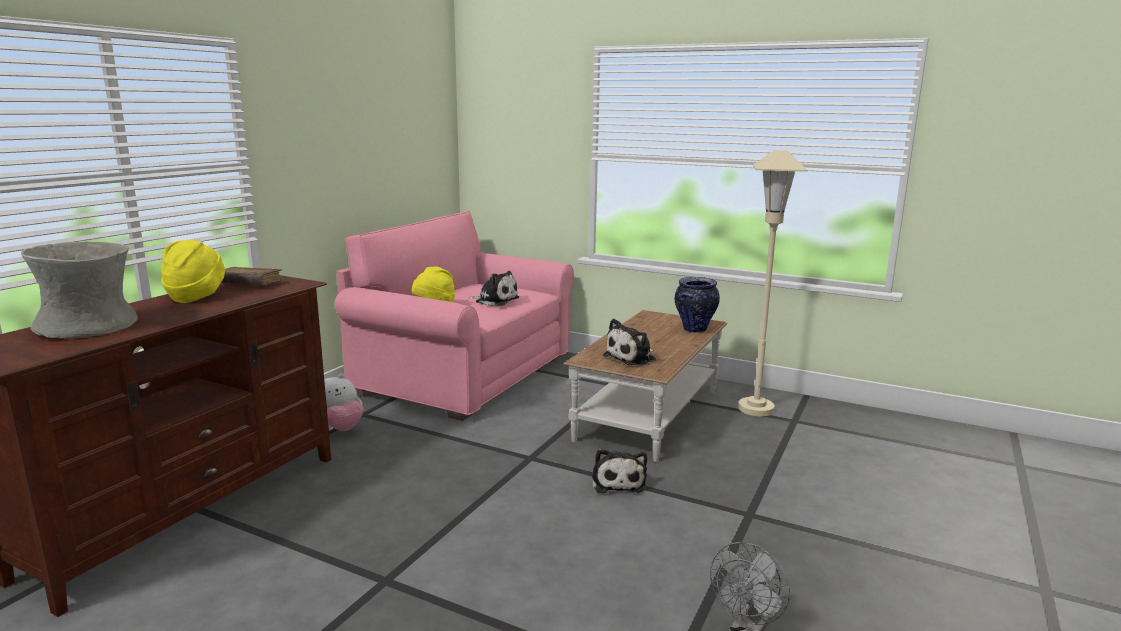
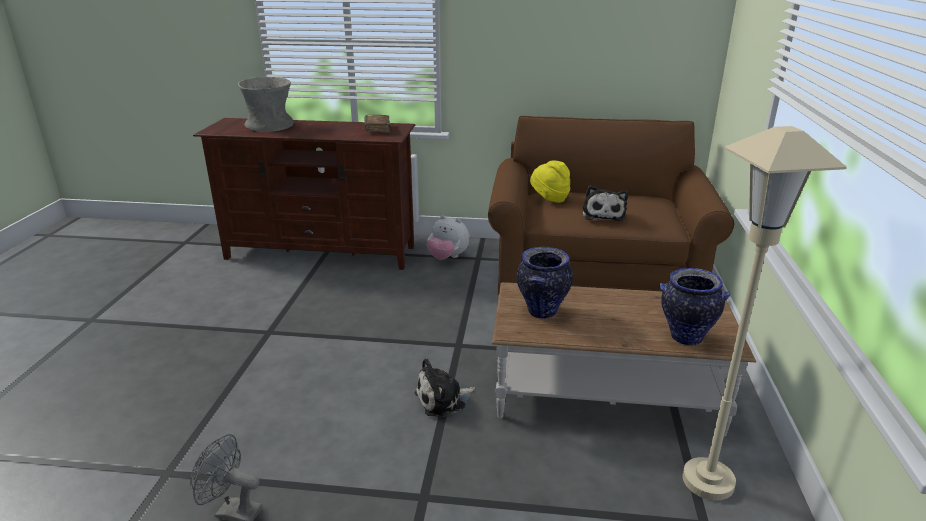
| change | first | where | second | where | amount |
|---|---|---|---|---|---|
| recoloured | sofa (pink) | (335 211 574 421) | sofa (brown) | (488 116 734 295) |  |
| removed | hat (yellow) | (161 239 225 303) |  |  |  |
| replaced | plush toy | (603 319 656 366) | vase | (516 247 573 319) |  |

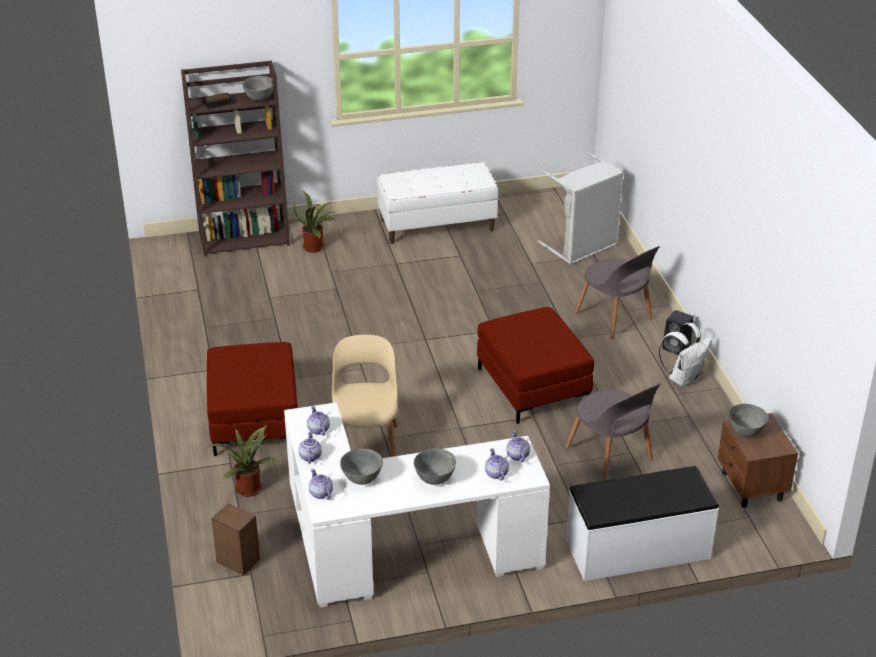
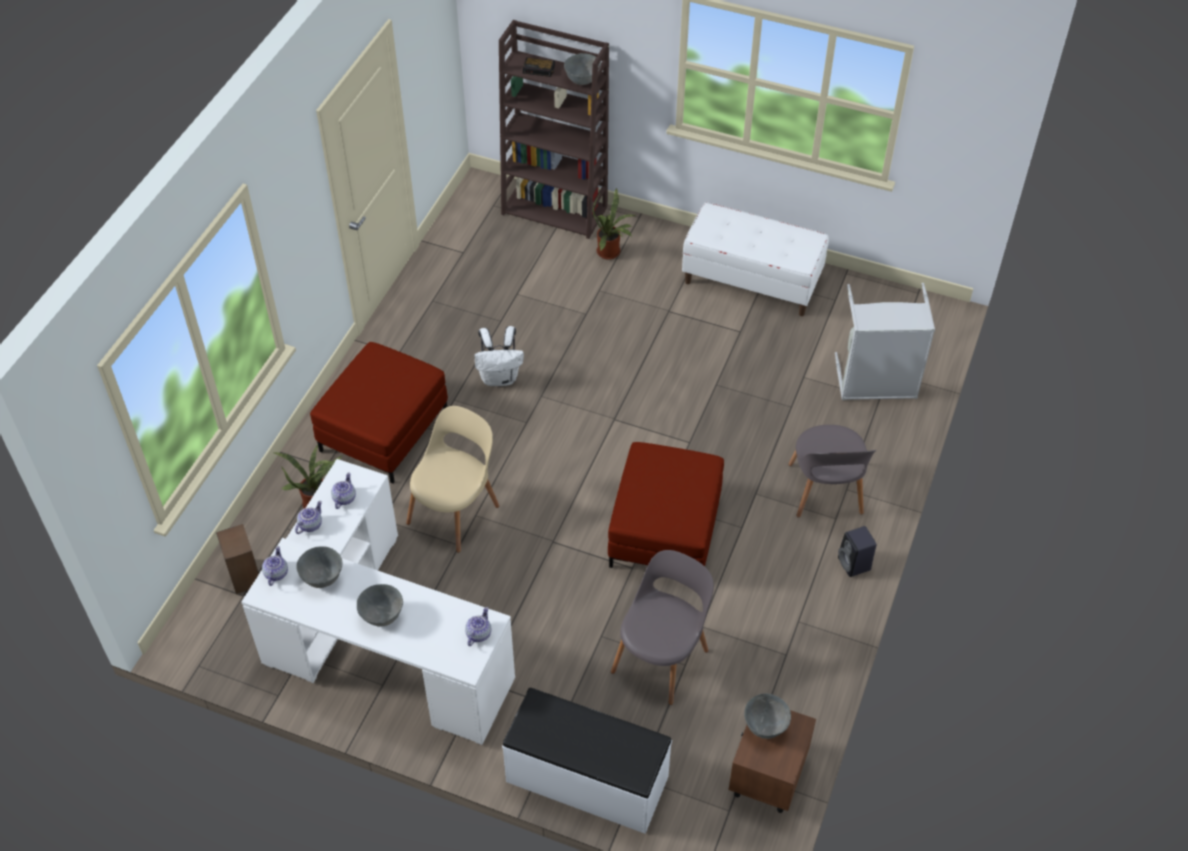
| change | first | where | second | where | amount |
|---|---|---|---|---|---|
| moved | backpack (white) | (659 323 712 387) |  | (474 326 524 386) |  |
| turned | chair (grey) | (565 383 661 481) |  | (611 550 714 705) | 150 degrees counterclockwise |
| removed | teapot | (485 448 509 481) |  |  |  |

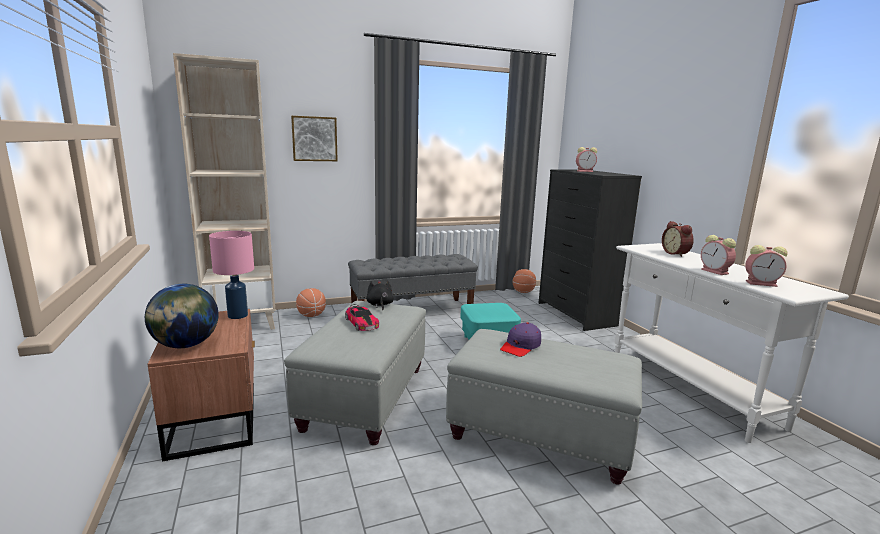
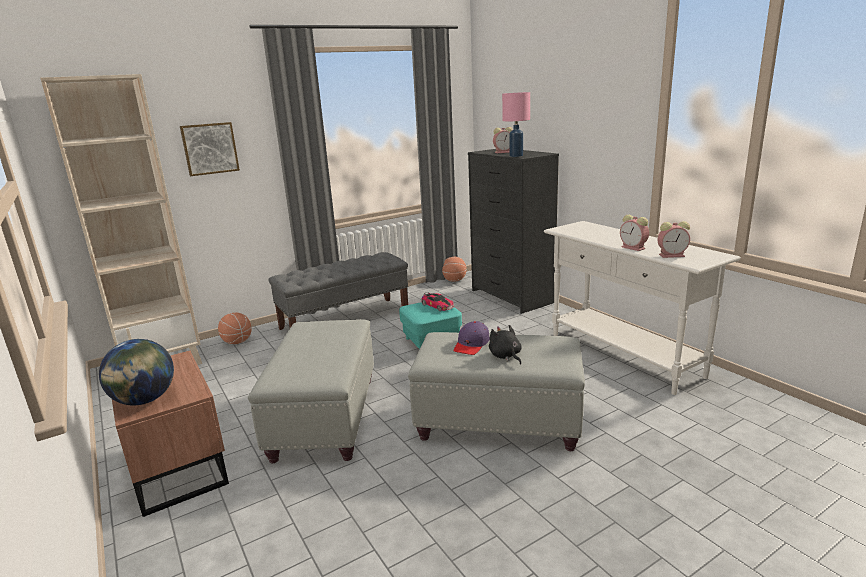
| change | first | where | second | where | amount |
|---|---|---|---|---|---|
| removed | alarm clock | (662 221 694 257) |  |  |  |
| moved | table lamp (pink) | (209 231 254 319) |  | (502 92 530 157) |  |
| moved | plush toy (black) | (366 280 394 310) |  | (489 325 522 365) |  |
| moved | toy car | (345 304 379 331) |  | (421 292 454 311) |  |

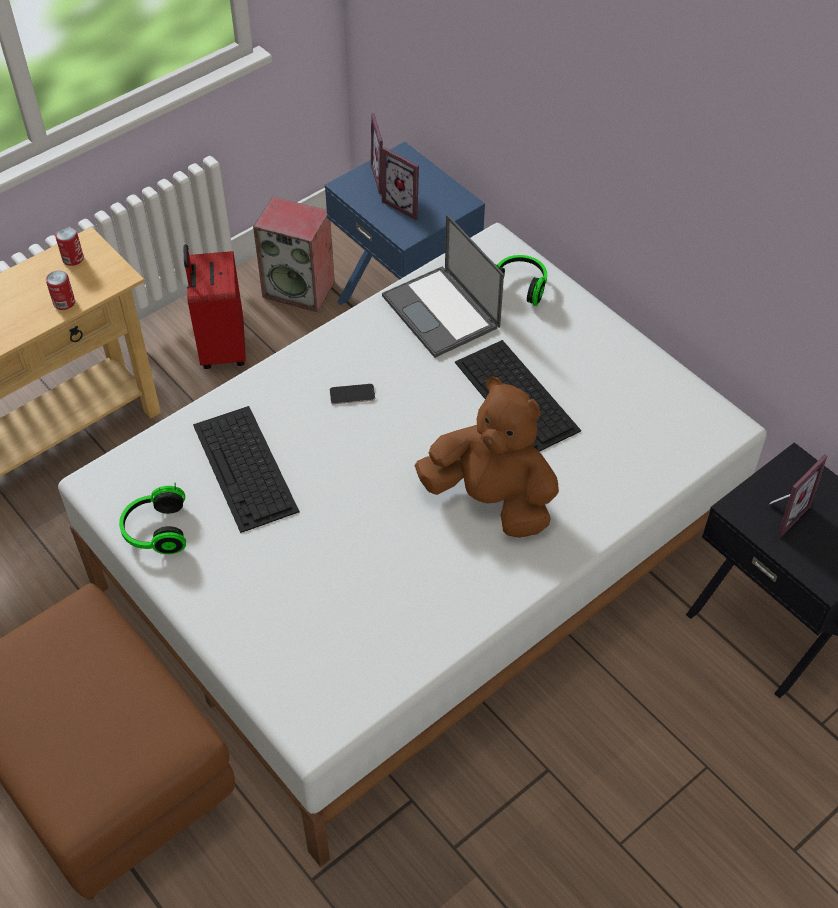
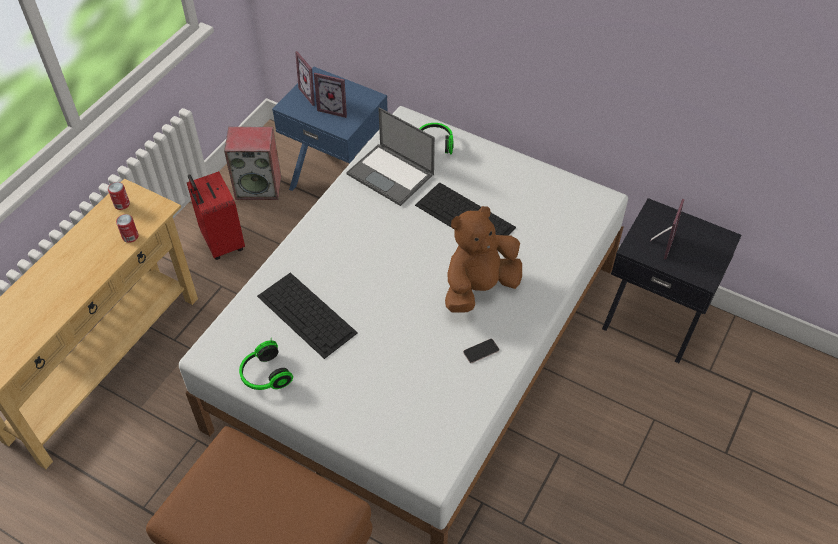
| change | first | where | second | where | amount |
|---|---|---|---|---|---|
| turned | plush toy (brown) | (414 377 559 538) |  | (445 206 522 313) | 45 degrees counterclockwise |
| moved | phone | (330 384 375 405) |  | (463 339 499 363) |  |

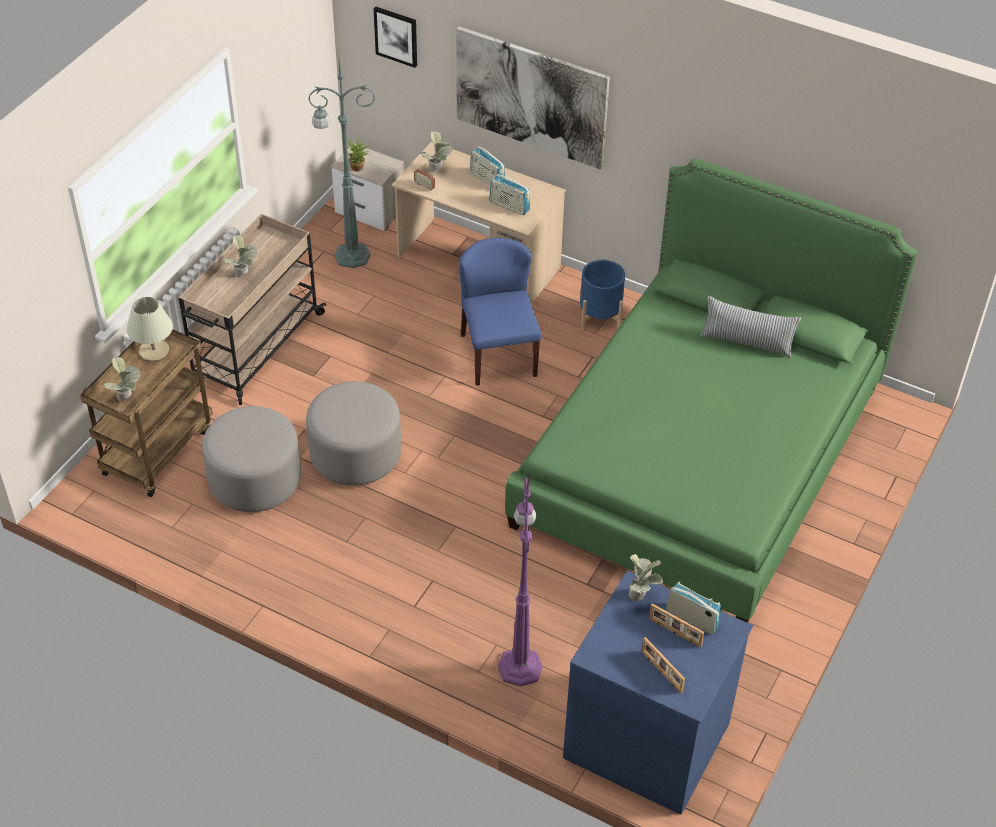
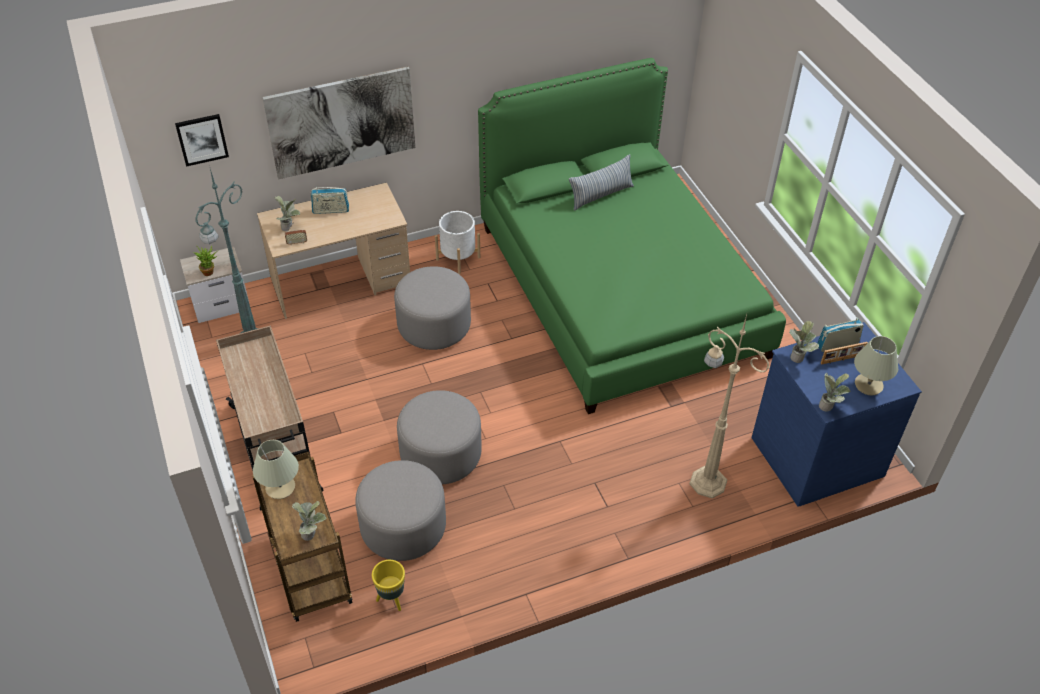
| change | first | where | second | where | amount |
|---|---|---|---|---|---|
| removed | radio | (489 174 530 215) |  |  |  |
| moved | potted plant | (223 235 257 277) |  | (819 372 850 412) |  |
| replaced | chair (blue) | (459 238 542 386) | ottoman (grey) | (394 266 471 350) |  |
| recoloured | planter (blue) | (580 260 625 331) | planter (white) | (435 211 480 274) |  |
| recoloured | floor lamp (purple) | (498 472 543 687) | floor lamp (beige) | (689 314 770 499) |  |
| replaced | picture frame | (642 637 685 693) | table lamp (beige) | (854 336 898 395) |  |
| added |  |  | planter (yellow) | (372 560 405 611) |  |

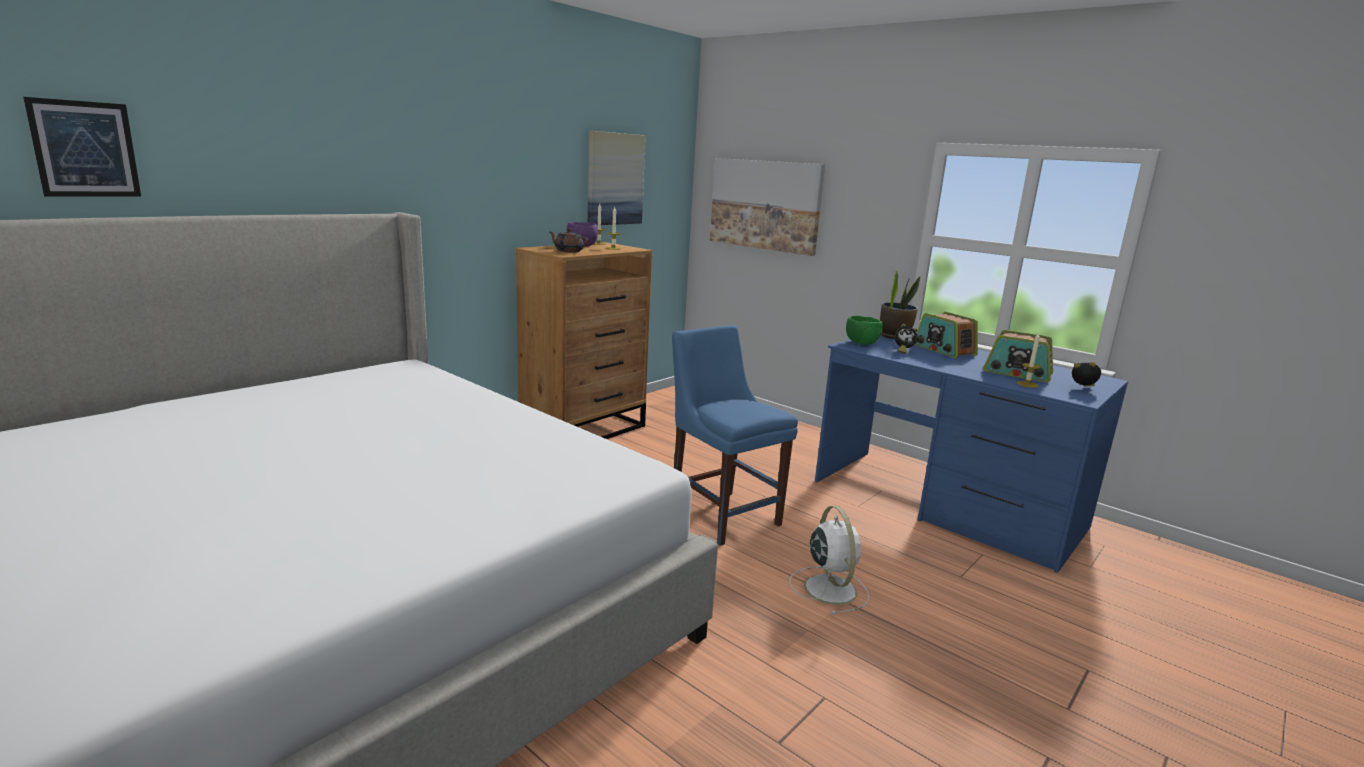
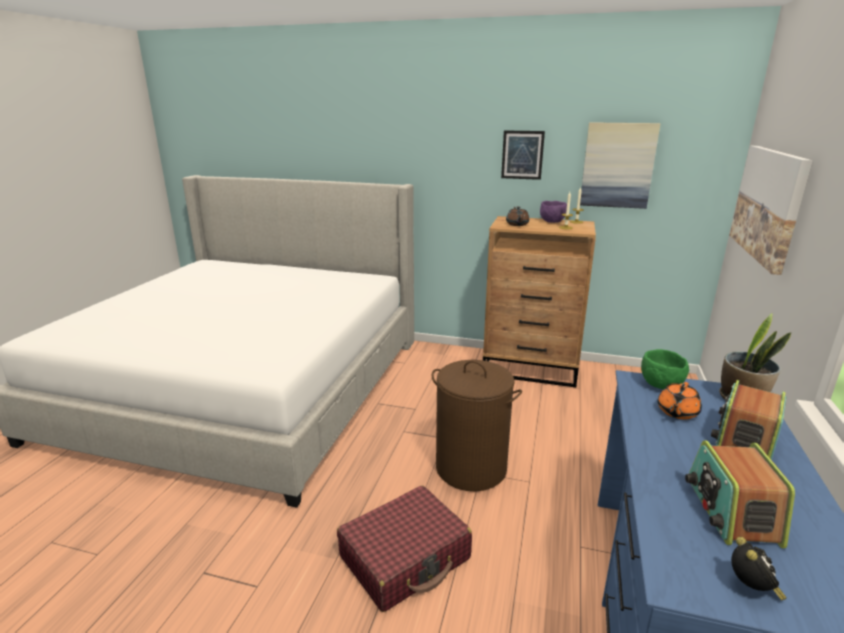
| change | first | where | second | where | amount |
|---|---|---|---|---|---|
| moved | picture | (23 97 141 196) |  | (501 130 545 180) |  |
| replaced | alarm clock | (895 324 918 354) | teapot (orange) | (658 382 702 419) |  |
| replaced | chair (blue) | (672 325 798 546) | laundry basket (brown) | (432 360 522 492) |  |
| removed | candle | (1017 332 1041 388) |  |  |  |
| replaced | fan (white) | (789 506 869 615) | suitcase (red) | (337 486 472 612) |  |

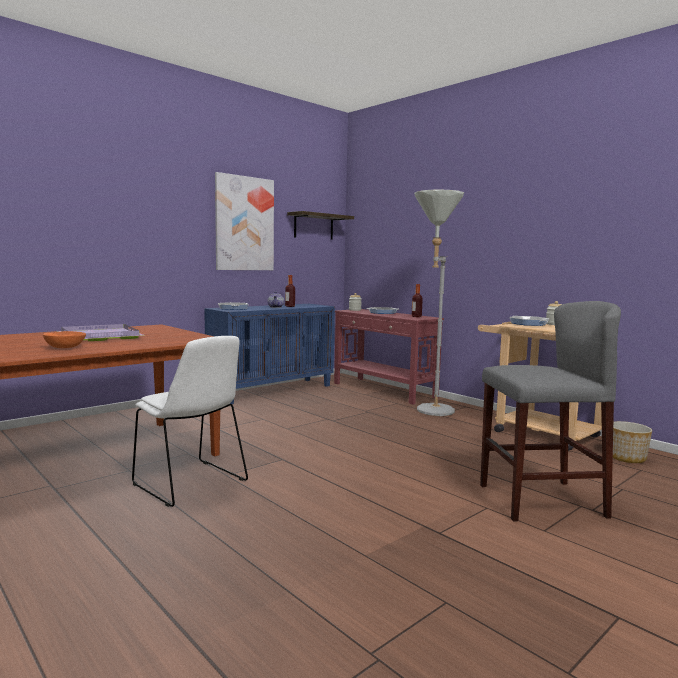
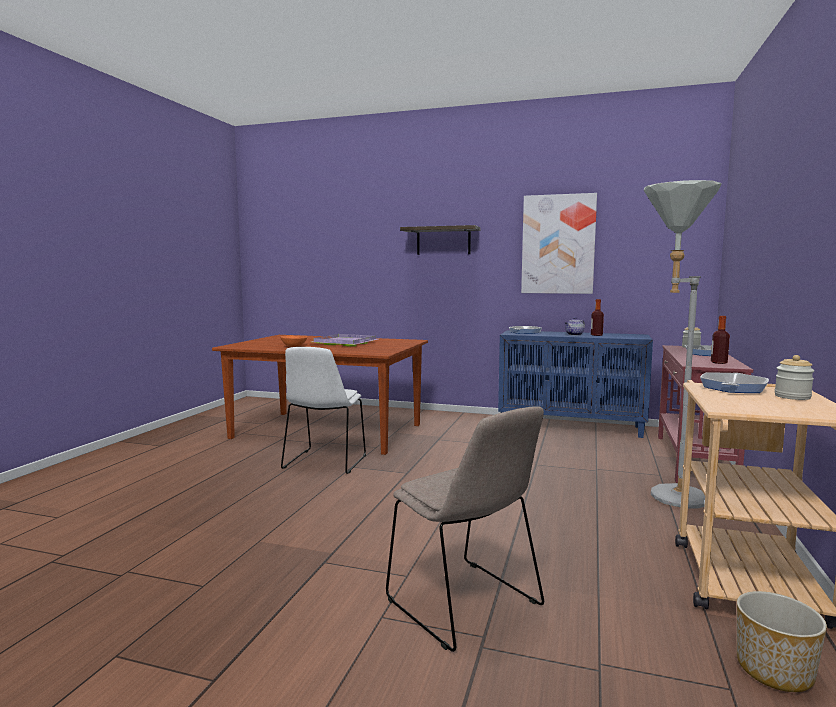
| change | first | where | second | where | amount |
|---|---|---|---|---|---|
| moved | shelf | (287 211 354 240) |  | (400 225 480 255) |  |
| replaced | stool (grey) | (480 301 621 522) | chair (beige) | (386 406 544 652) |  |

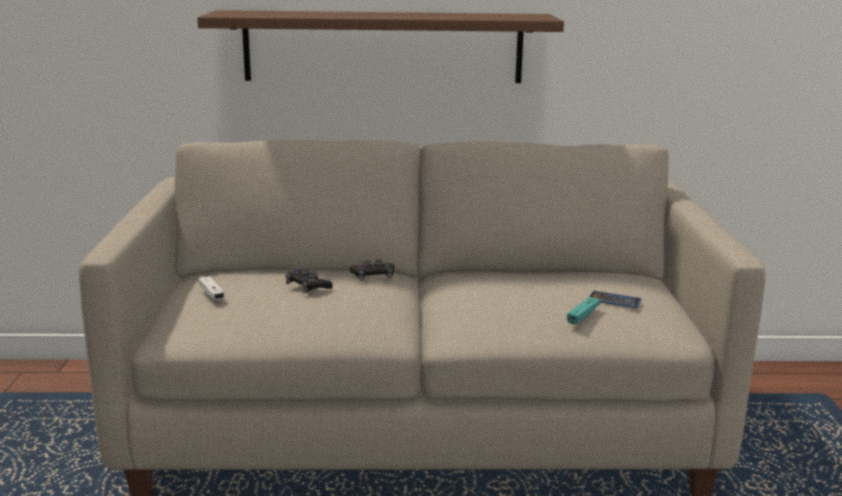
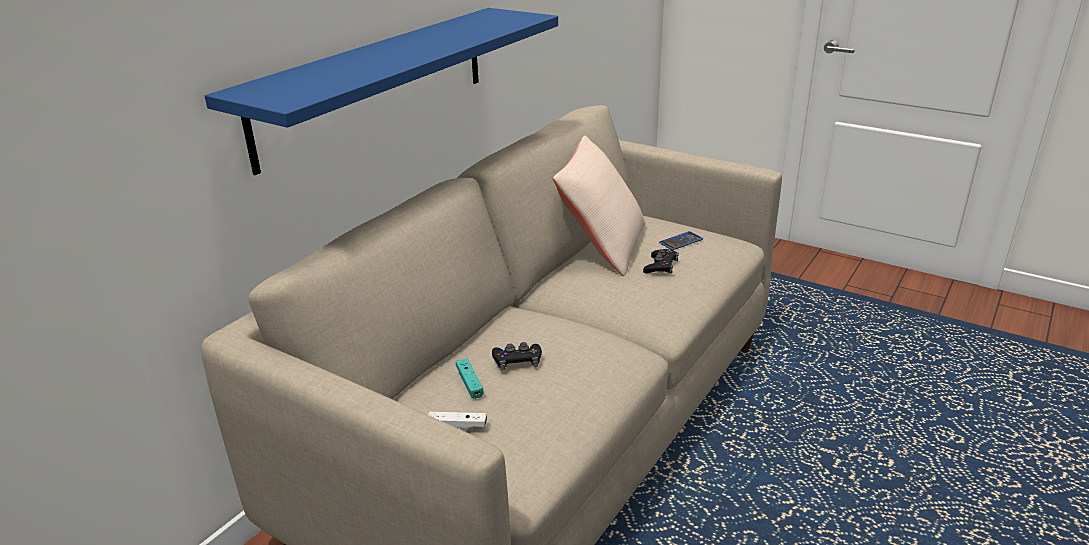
| change | first | where | second | where | amount |
|---|---|---|---|---|---|
| recoloured | shelf (brown) | (197 10 564 83) | shelf (blue) | (205 8 558 175) |  |
| moved | game controller (black) | (350 259 395 281) |  | (643 249 679 274) |  |
| moved | game controller (turquoise) | (567 297 600 325) |  | (456 358 483 399) |  |
| added |  |  | pillow (beige) | (553 136 646 276) |  |

